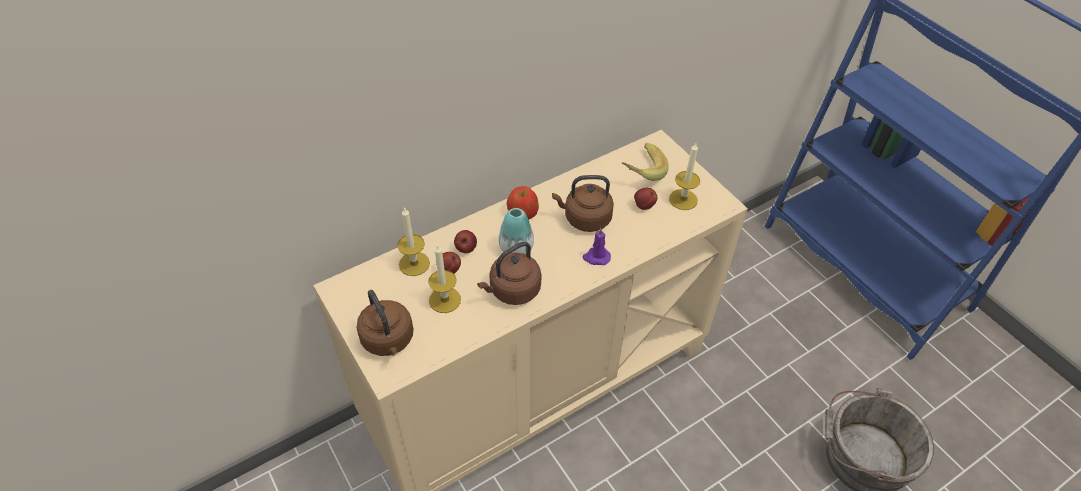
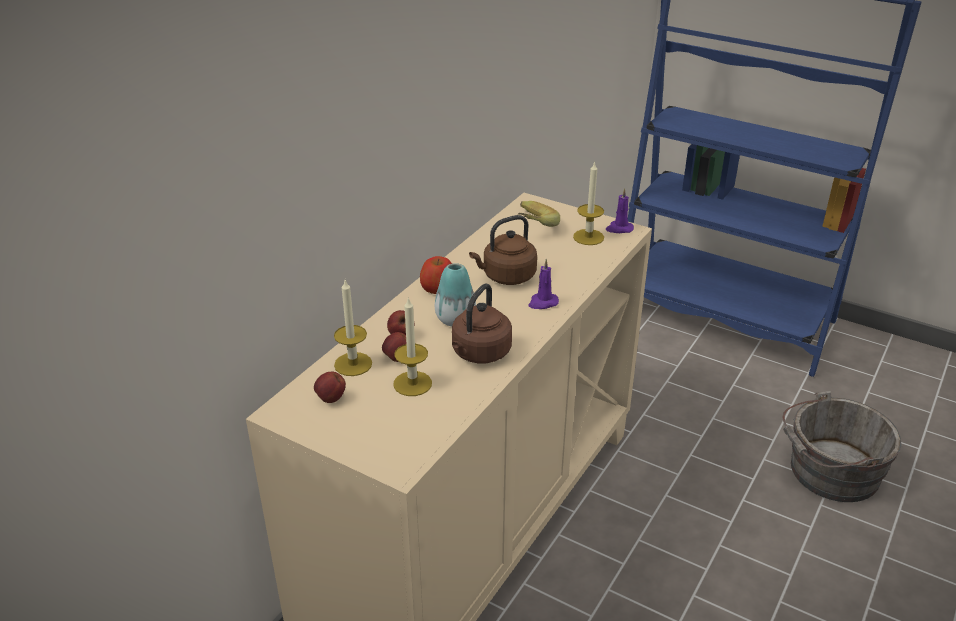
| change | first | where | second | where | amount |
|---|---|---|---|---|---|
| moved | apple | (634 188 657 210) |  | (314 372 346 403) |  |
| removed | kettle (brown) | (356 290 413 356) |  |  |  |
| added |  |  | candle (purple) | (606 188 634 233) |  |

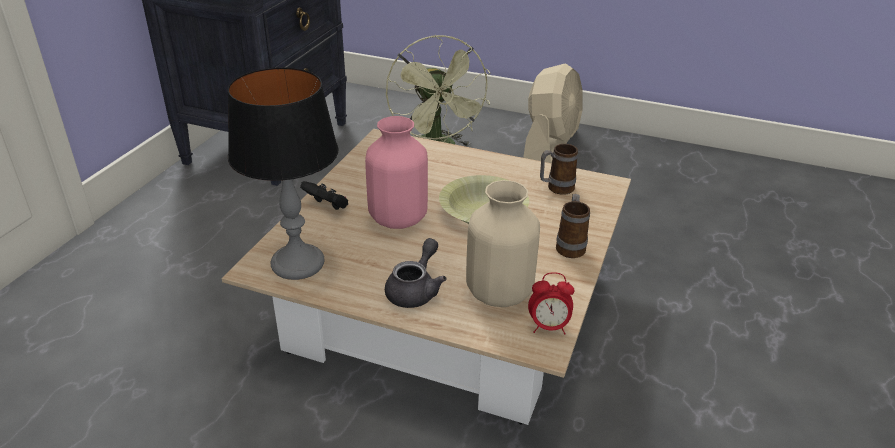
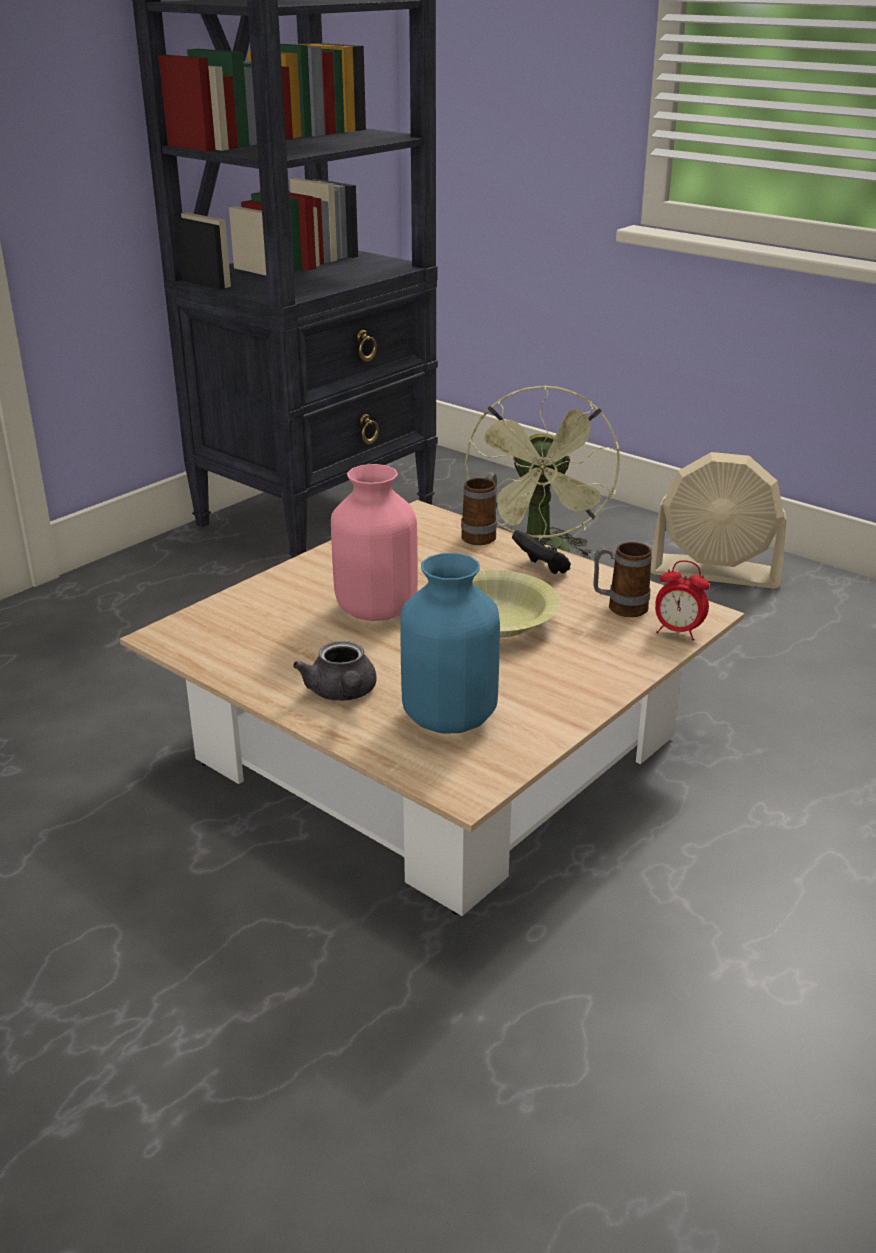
| change | first | where | second | where | amount |
|---|---|---|---|---|---|
| turned | fan (beige) | (523 63 583 163) |  | (651 452 787 589) | 60 degrees clockwise |
| removed | table lamp | (228 67 339 280) |  |  |  |
| recoloured | vase (beige) | (466 180 540 307) | vase (blue) | (400 553 500 733) |  |
| moved | game controller (black) | (300 181 348 210) |  | (512 530 571 574) |  |
| moved | mug | (556 194 590 258) |  | (461 472 497 545) |  |
| turned | teapot (grey) | (385 238 447 308) |  | (293 641 377 701) | 120 degrees clockwise |
| moved | alarm clock | (528 272 574 335) |  | (655 560 710 641) |  |

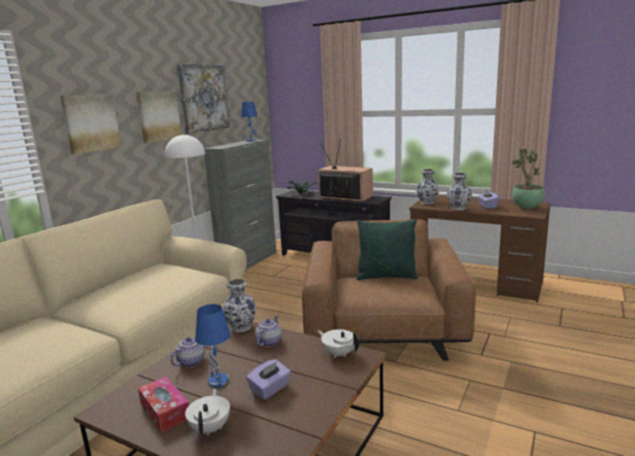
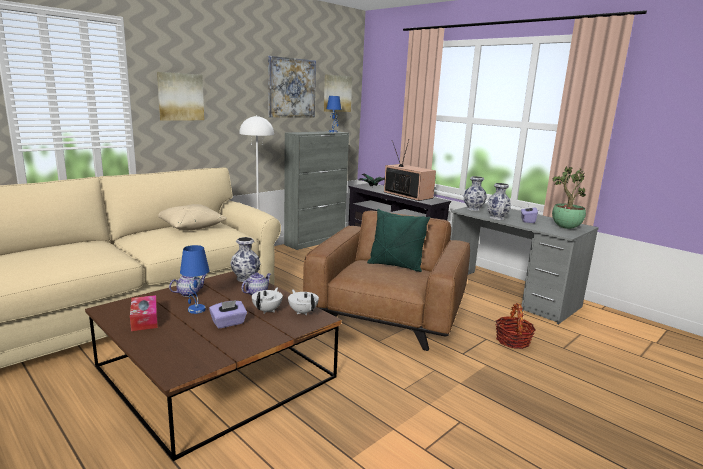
| change | first | where | second | where | amount |
|---|---|---|---|---|---|
| moved | picture | (136 91 181 143) |  | (324 75 352 112) |  |
| recoloured | desk (brown) | (409 195 551 302) | desk (grey) | (450 203 599 325) |  |
| moved | teapot (white) | (185 388 230 436) |  | (252 287 283 314) |  |
| added |  |  | pillow (beige) | (158 204 227 230) |  |
| added |  |  | basket | (496 303 535 349) |  |

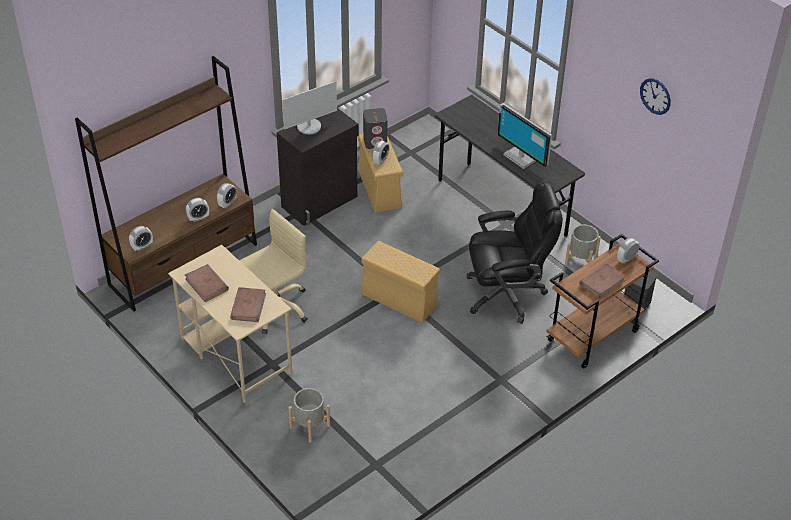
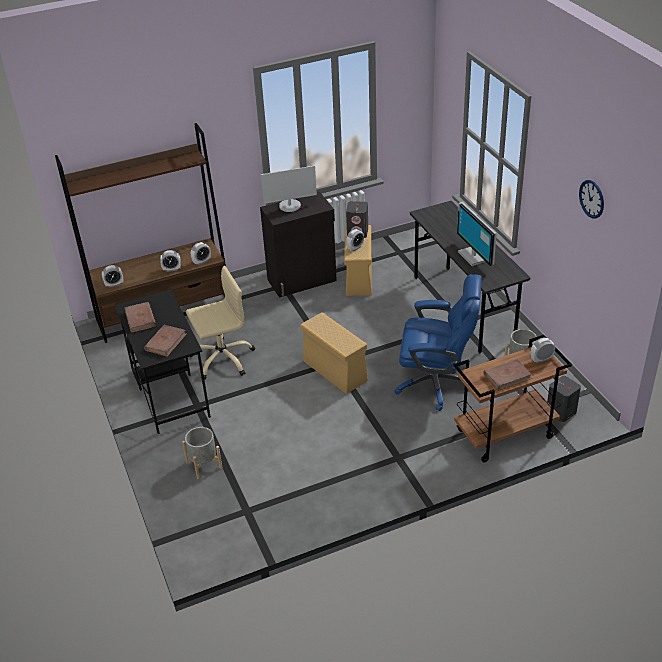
| change | first | where | second | where | amount |
|---|---|---|---|---|---|
| recoloured | office chair (black) | (467 182 563 324) | office chair (blue) | (394 274 482 411) |  |
| recoloured | desk (beige) | (168 245 292 403) | desk (black) | (115 289 211 434) |  |

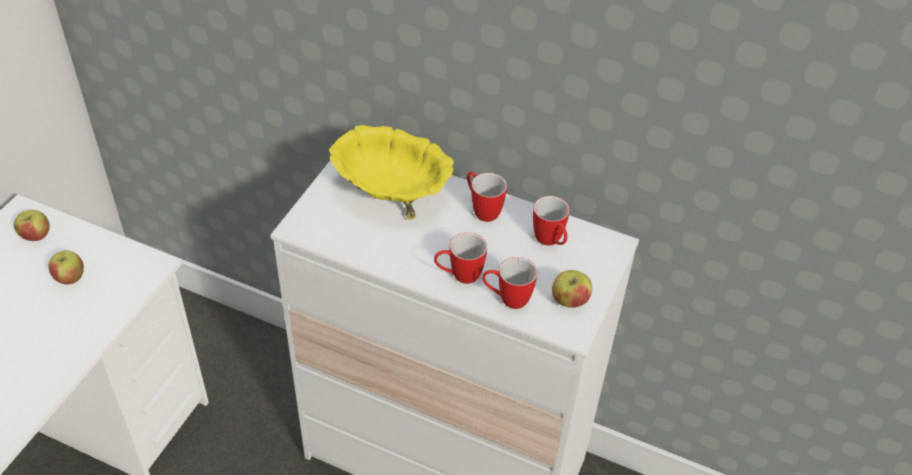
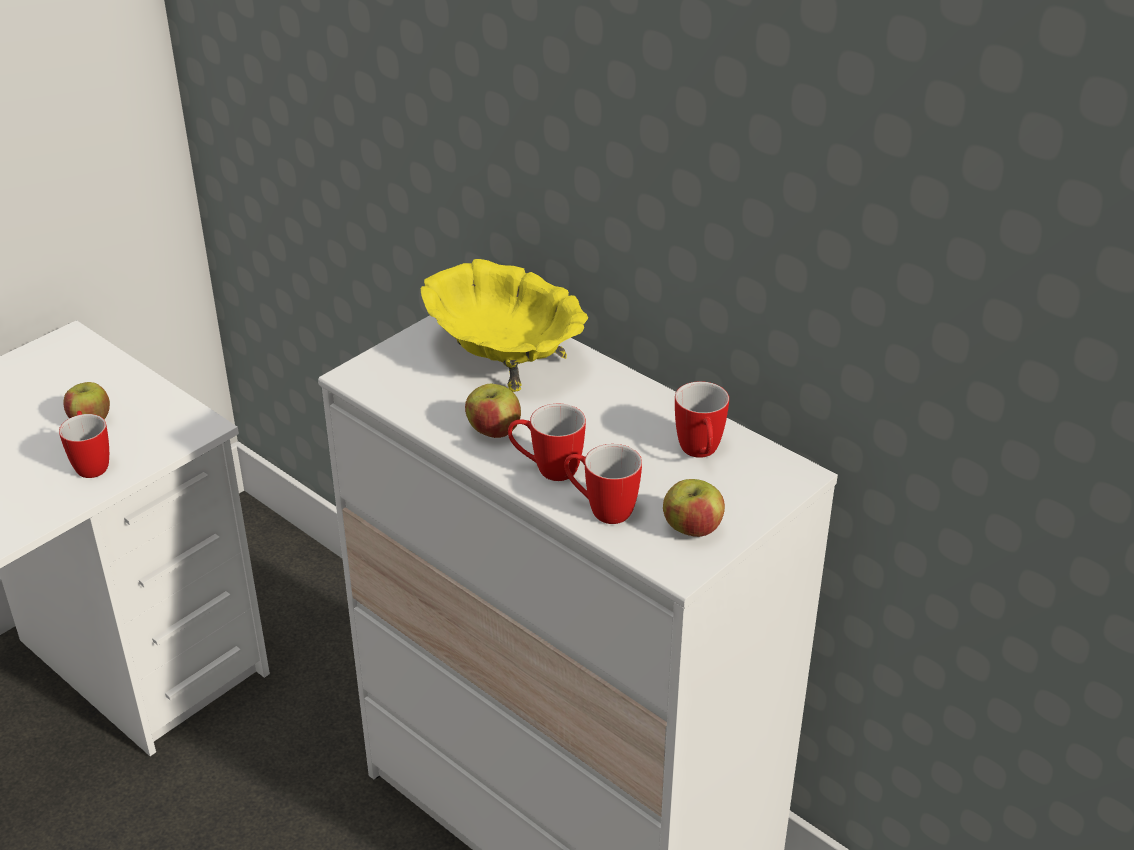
| change | first | where | second | where | amount |
|---|---|---|---|---|---|
| moved | mug | (467 172 507 222) |  | (59 411 109 478) |  |
| moved | apple | (14 210 50 241) |  | (465 384 521 438) |  |

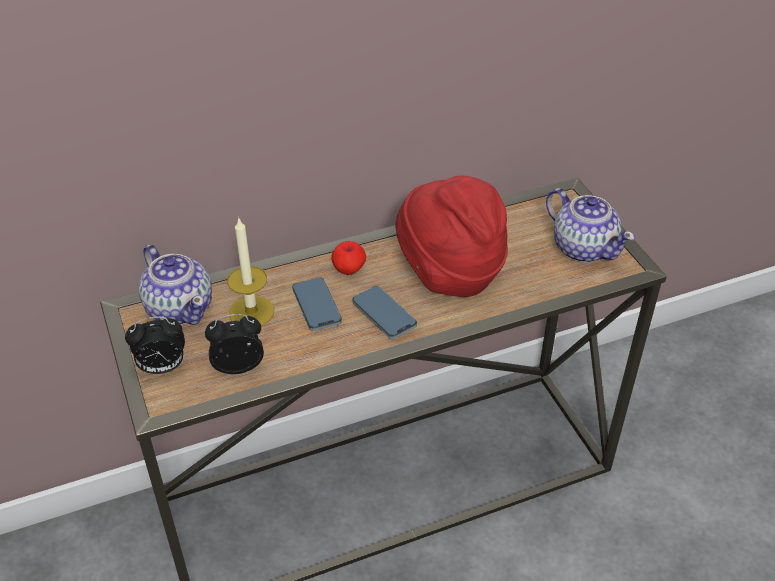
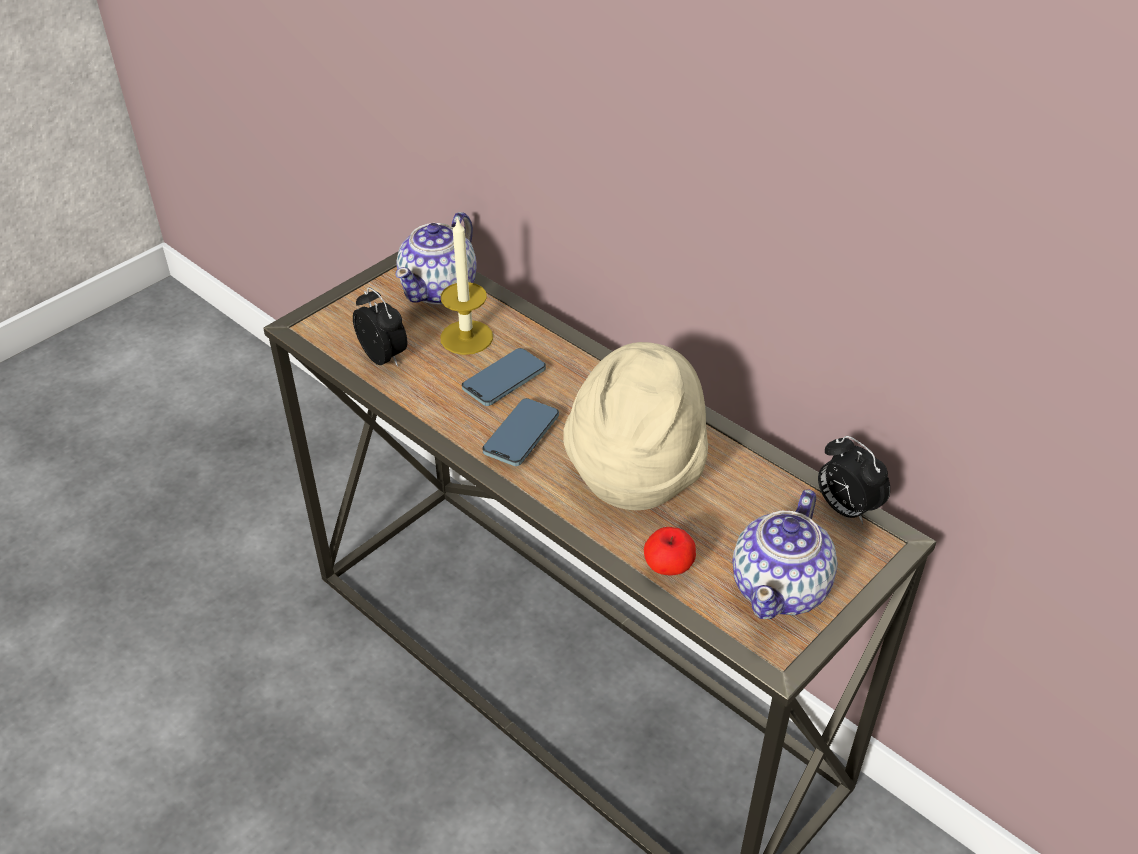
| change | first | where | second | where | amount |
|---|---|---|---|---|---|
| recoloured | hat (red) | (396 176 508 297) | hat (beige) | (563 342 708 510) |  |
| moved | apple | (331 241 366 275) |  | (644 527 696 576) |  |
| moved | alarm clock | (125 316 185 374) |  | (818 436 890 524) |  |

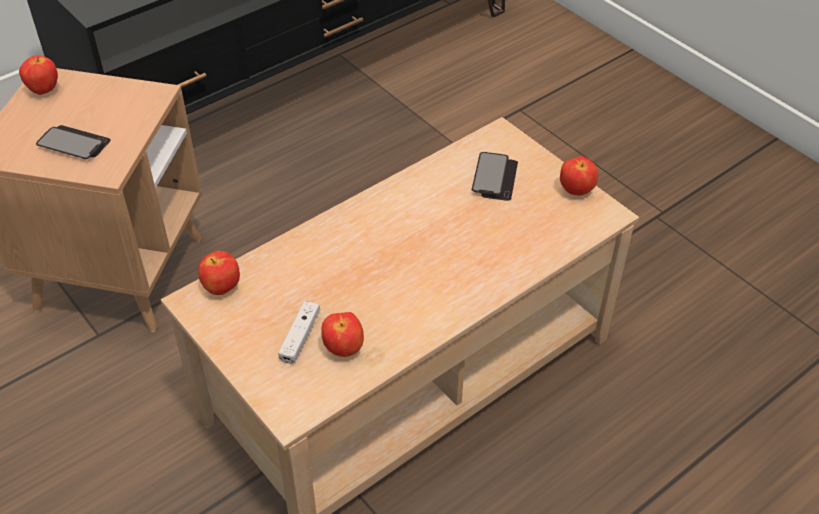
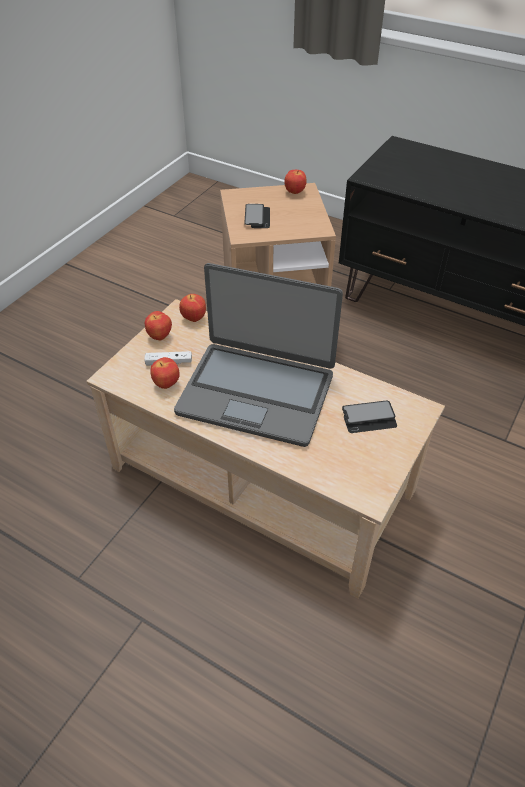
| change | first | where | second | where | amount |
|---|---|---|---|---|---|
| moved | apple | (560 156 598 196) |  | (145 311 172 340) |  |
| added |  |  | laptop | (174 263 343 447) |  |

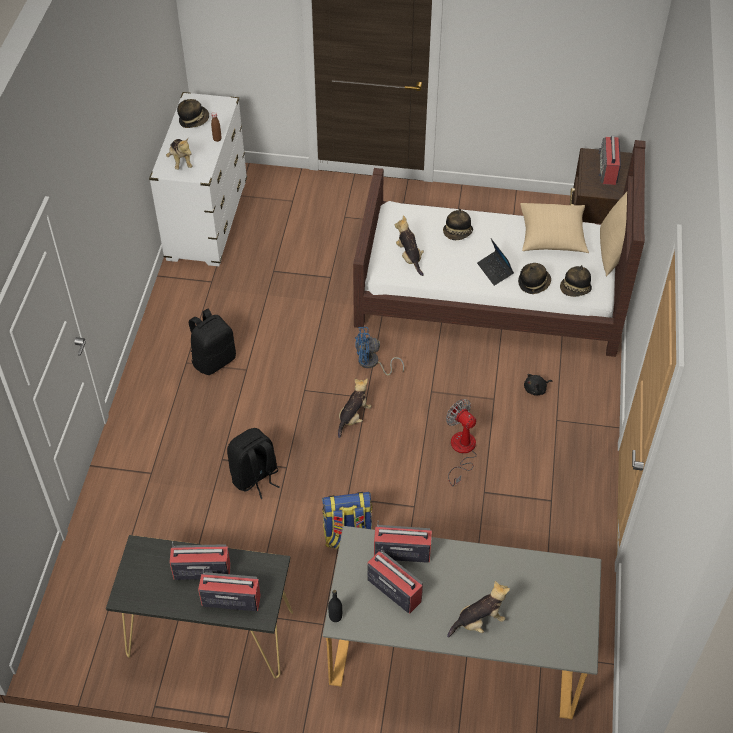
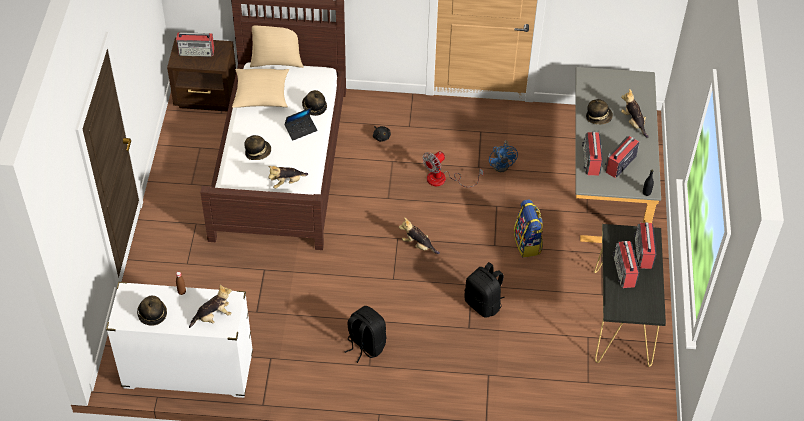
| change | first | where | second | where | amount |
|---|---|---|---|---|---|
| moved | hat | (560 265 592 297) |  | (586 99 613 125) |  |
| moved | fan (blue) | (355 327 404 375) |  | (489 140 518 172) |  |

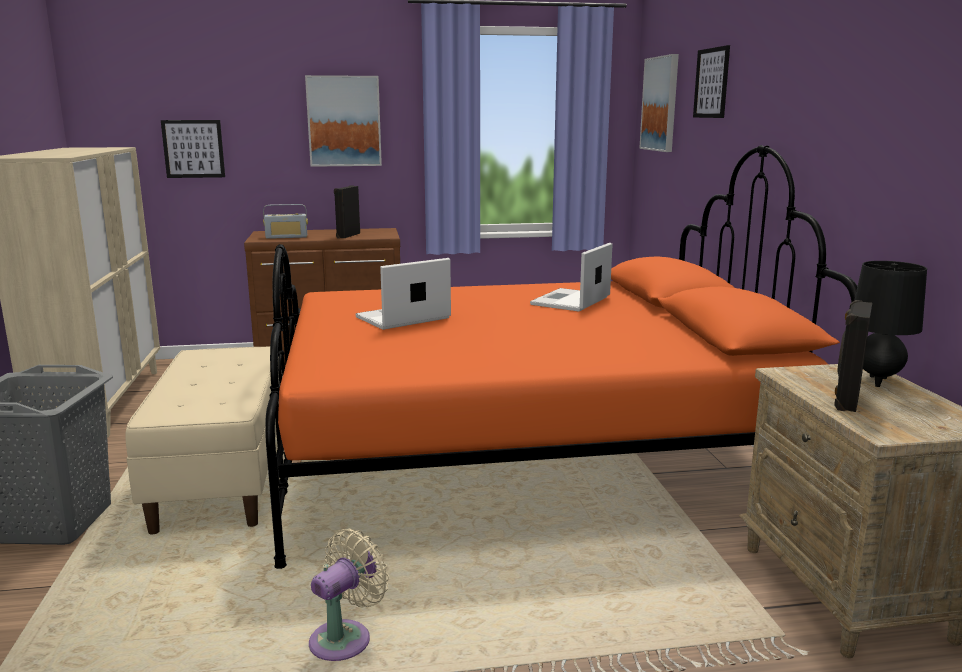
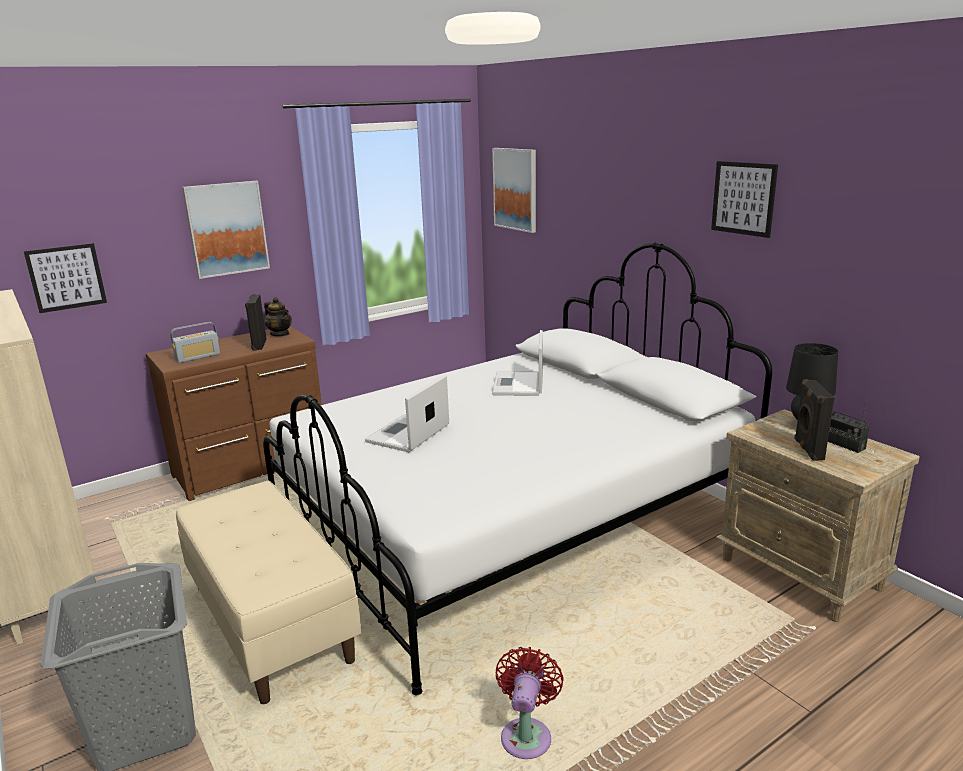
| change | first | where | second | where | amount |
|---|---|---|---|---|---|
| moved | picture | (693 45 730 118) |  | (711 161 778 238) |  |
| recoloured | bed (orange) | (265 145 857 569) | bed (white) | (263 243 773 696) |  |
| recoloured | fan (beige) | (309 529 389 661) | fan (red) | (495 647 564 759) |  |
| added |  |  | teapot | (264 297 292 336) |  |
| added |  |  | radio | (828 403 870 453) |  |

